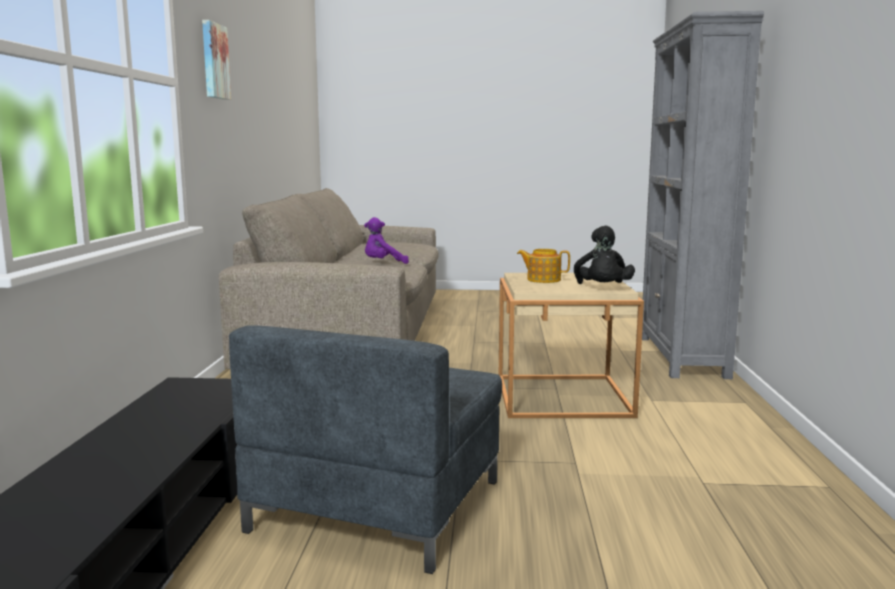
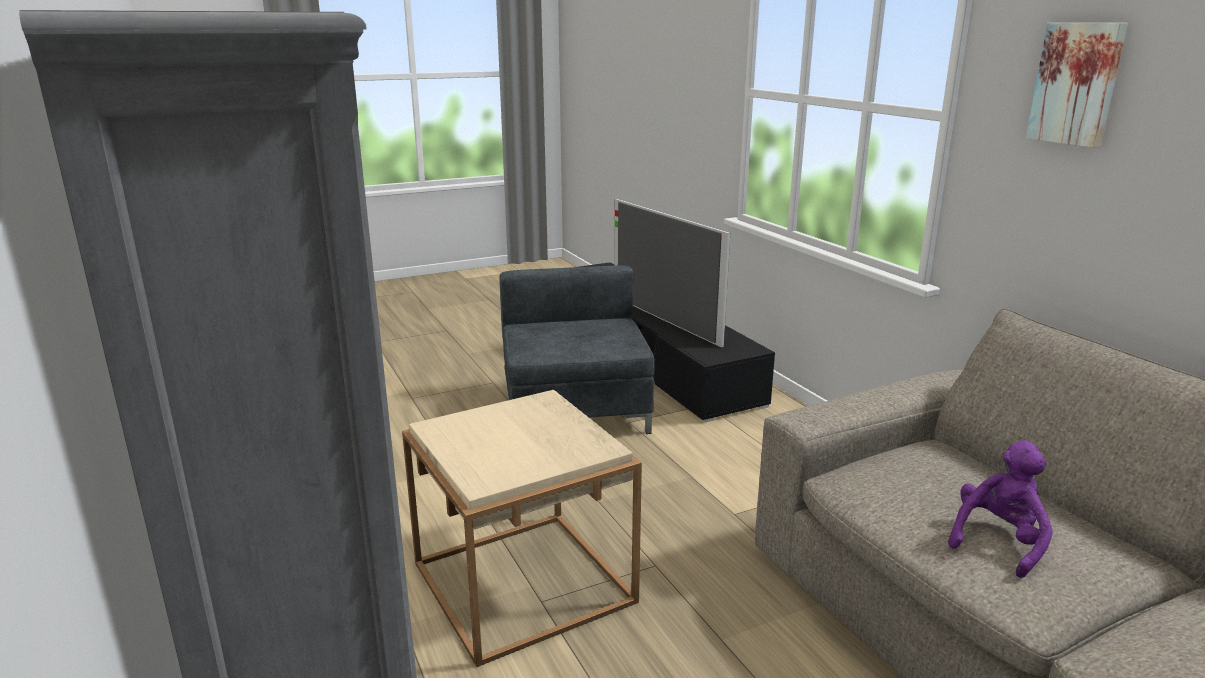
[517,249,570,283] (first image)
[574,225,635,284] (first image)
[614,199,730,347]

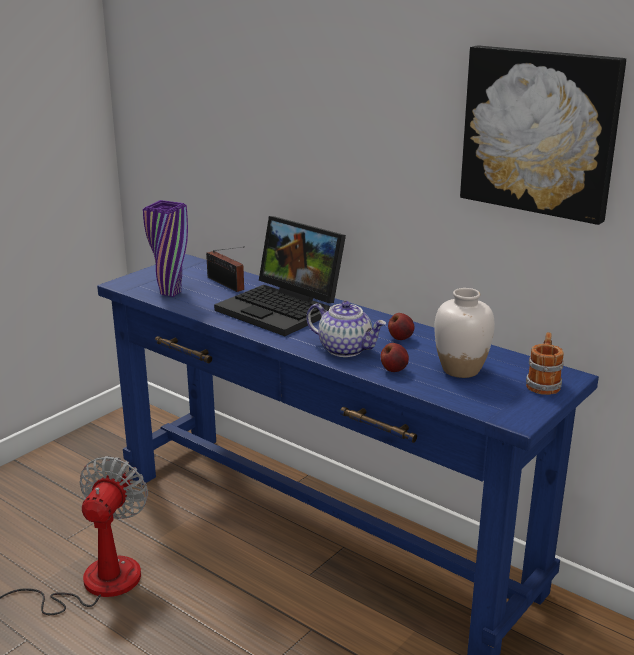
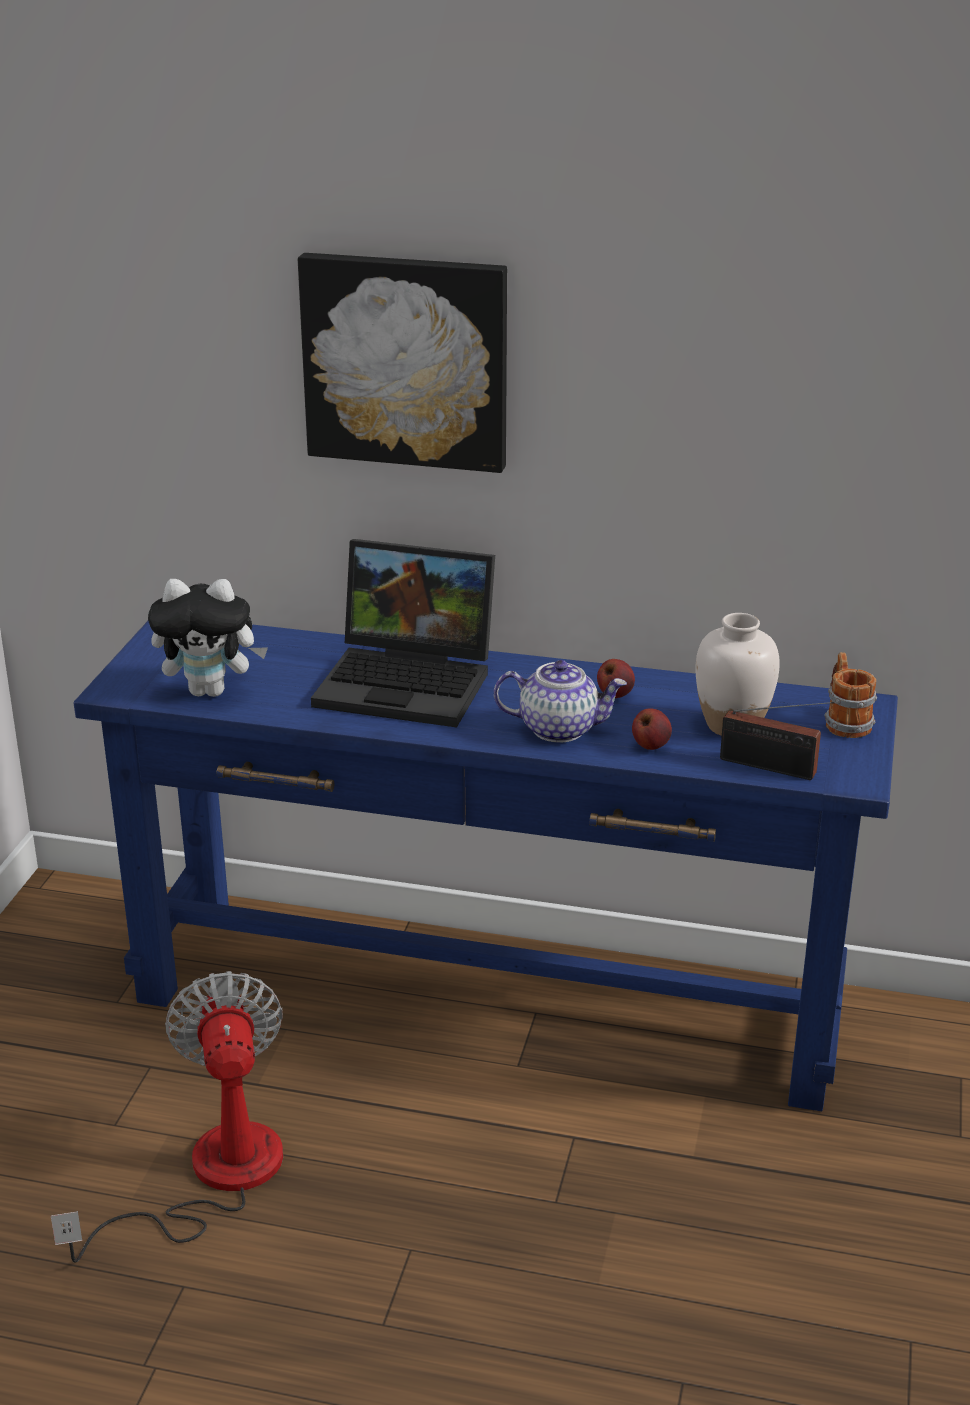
[720,702,835,780]
[298,253,507,473]
[148,579,268,697]

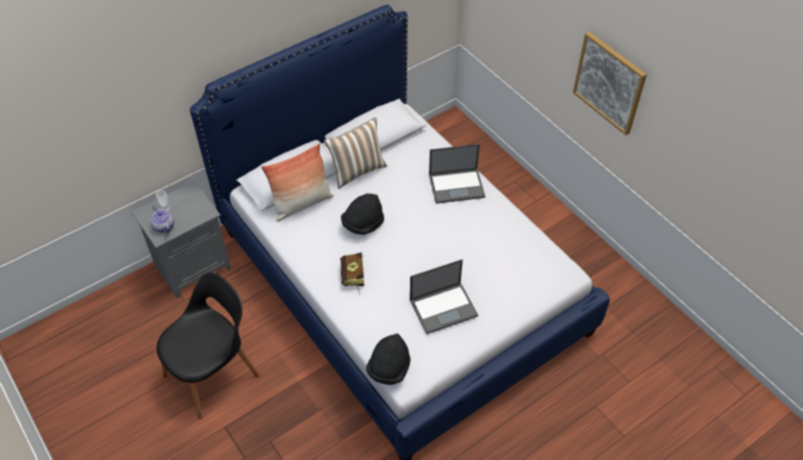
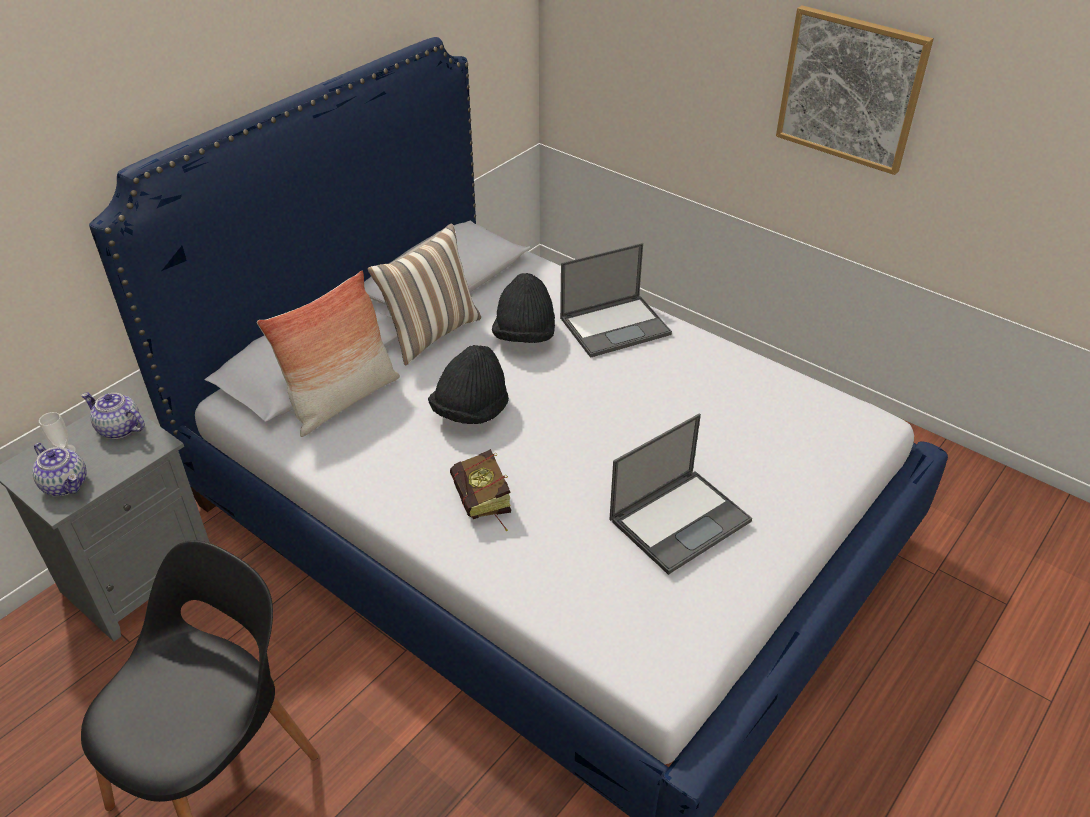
[81,393,145,439]
[492,273,555,343]

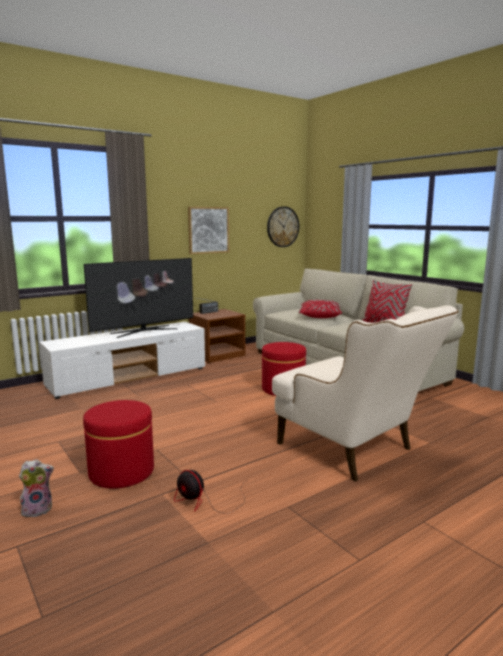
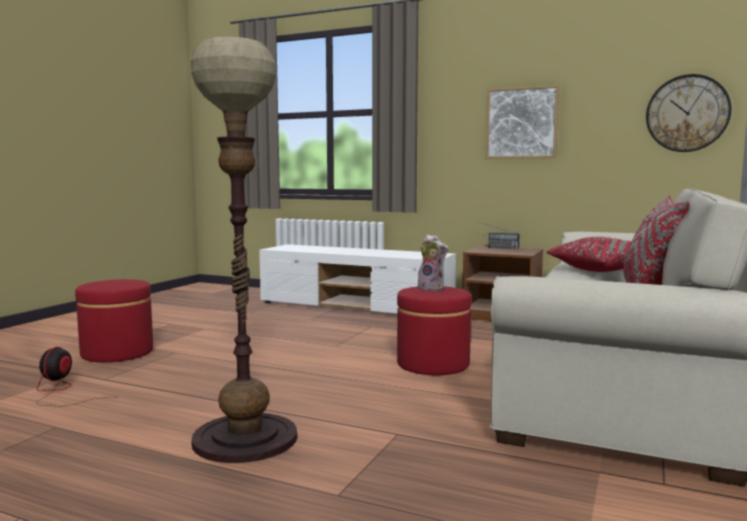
[84,258,193,338] (first image)
[417,234,449,291]
[191,37,298,463]

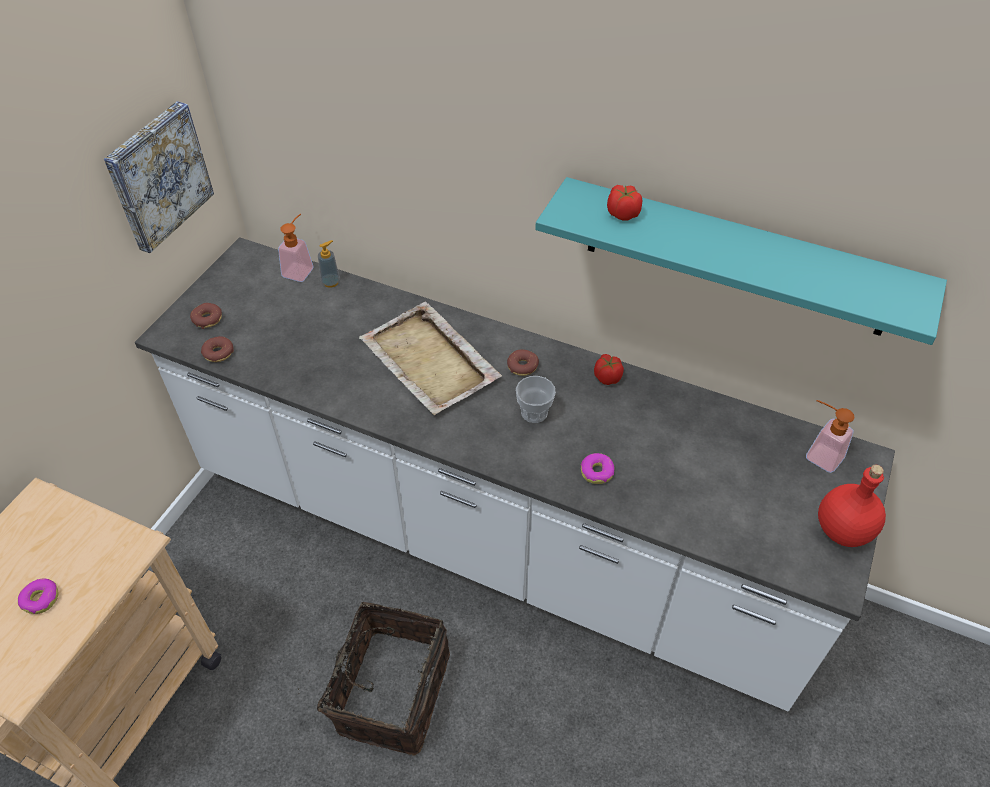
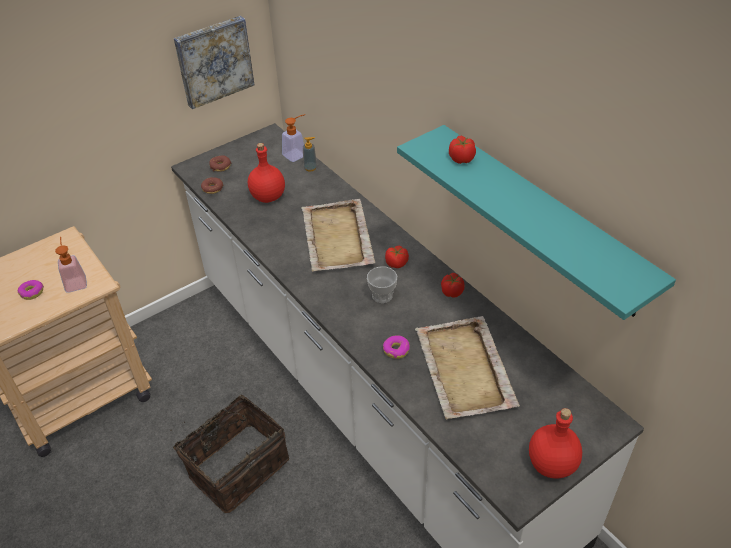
[248,143,285,203]
[415,316,520,420]
[55,237,87,293]
[385,246,409,268]

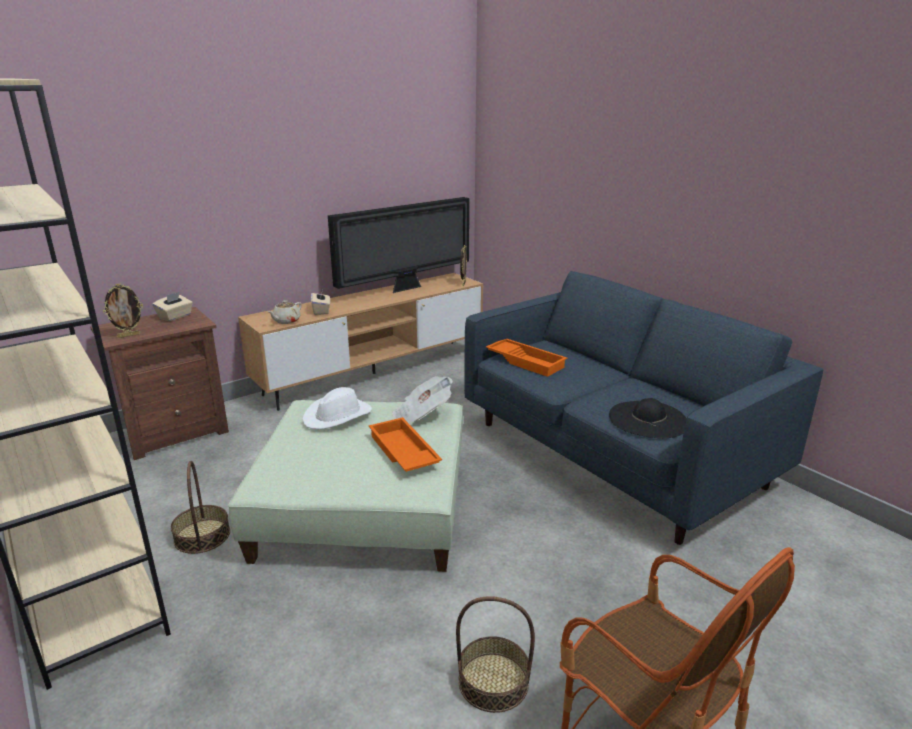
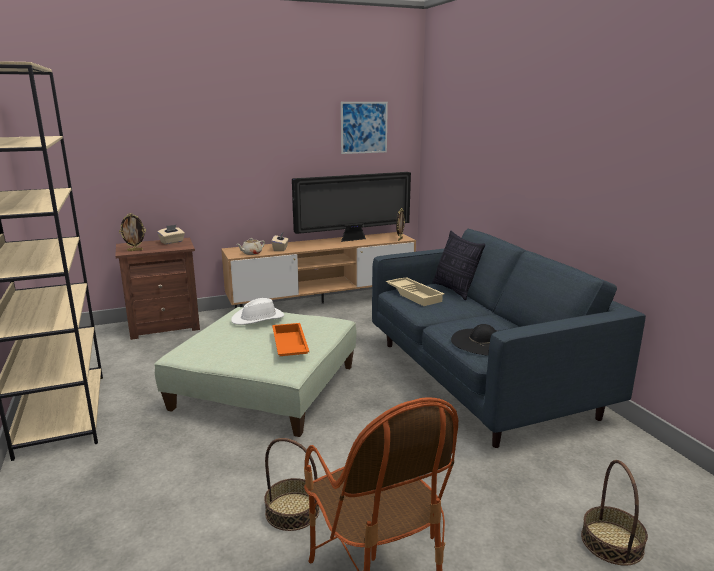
[392,376,453,424] (first image)
[341,102,388,154]
[432,231,485,300]
[581,460,648,566]
[386,277,444,306]

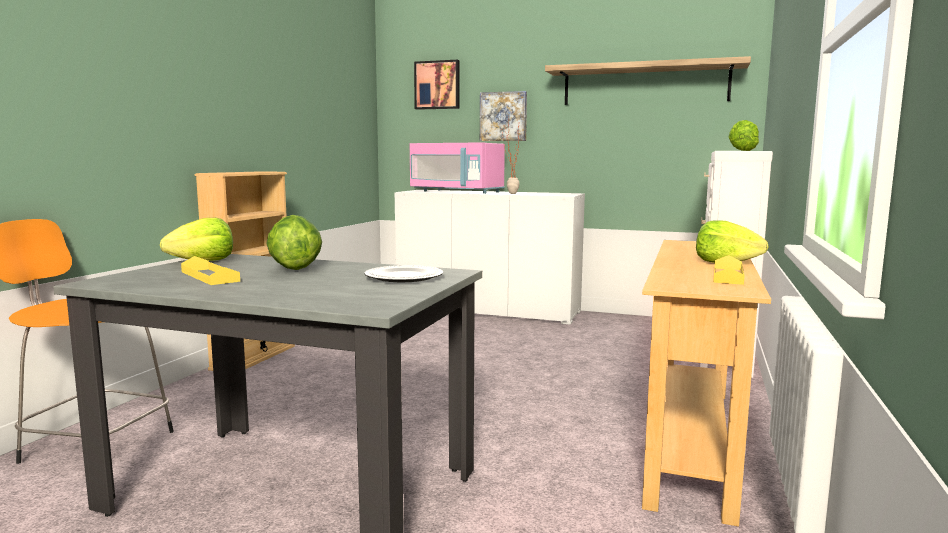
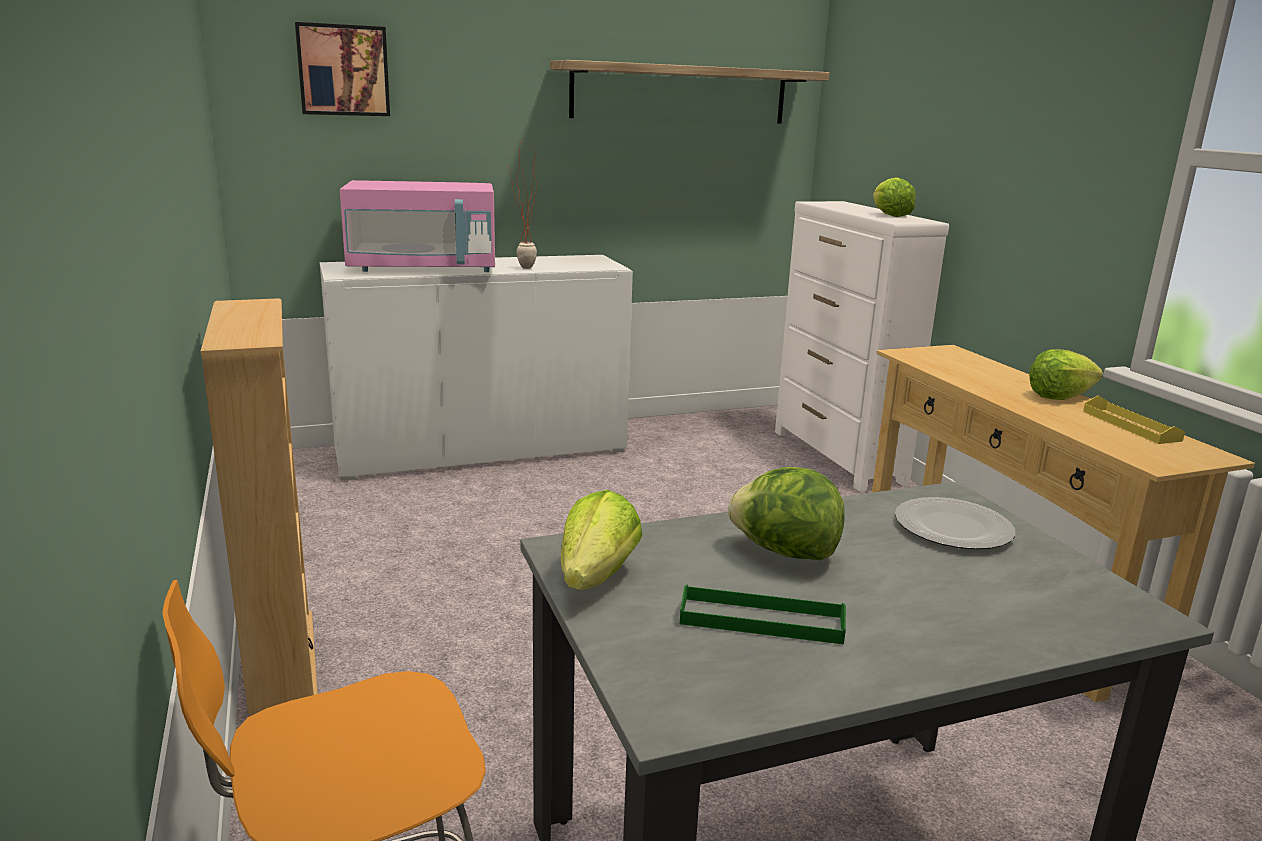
[480,91,527,141] (first image)
[680,584,846,644]

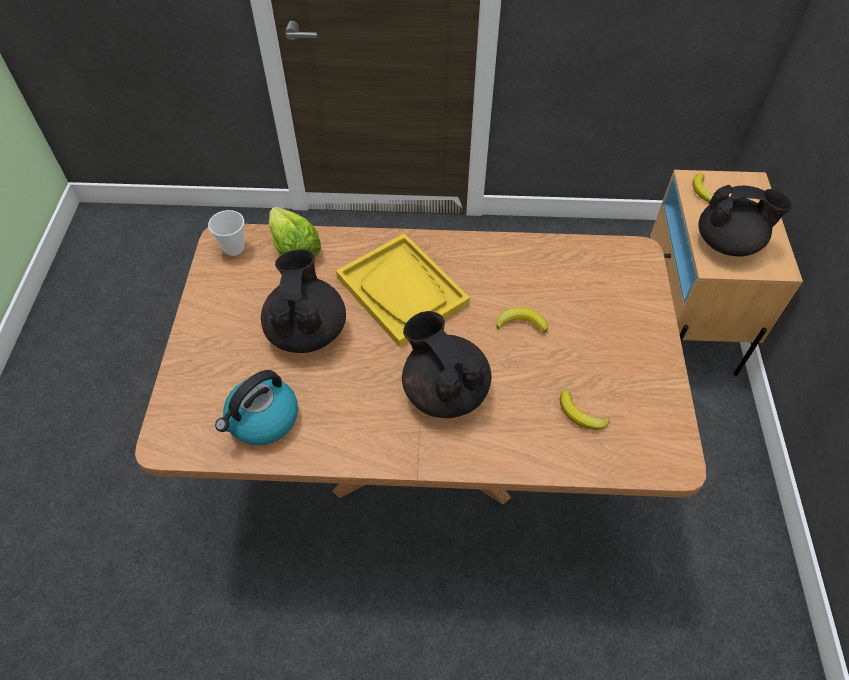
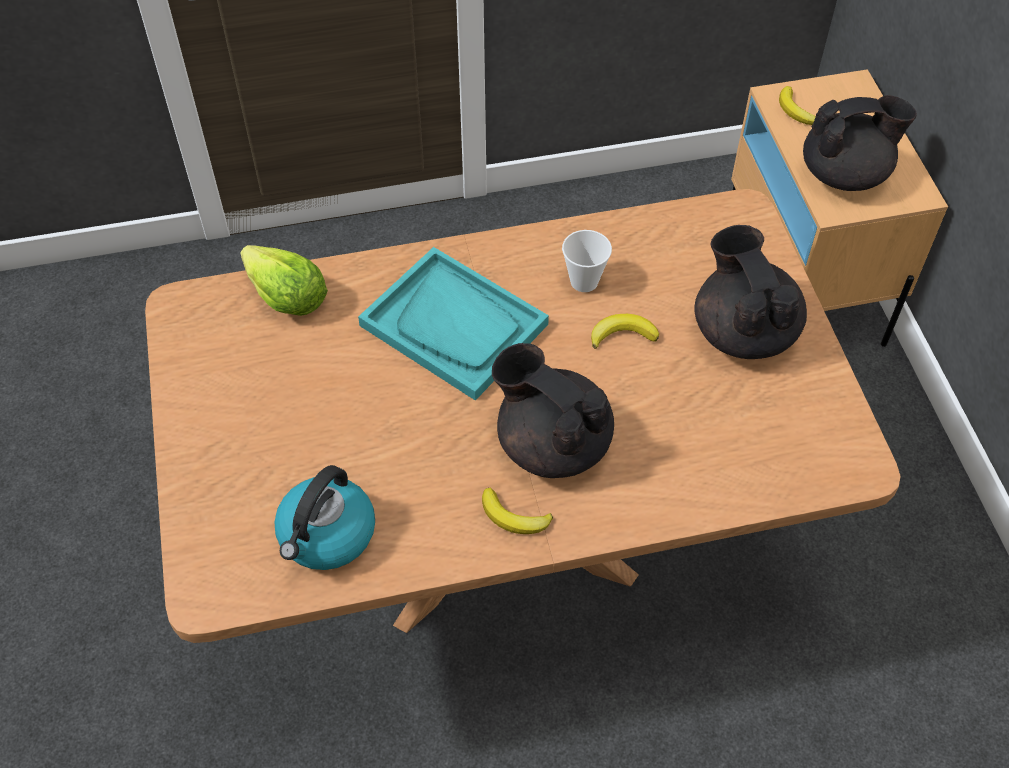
[562,230,612,292]
[694,225,807,359]
[482,488,553,534]
[358,247,549,400]

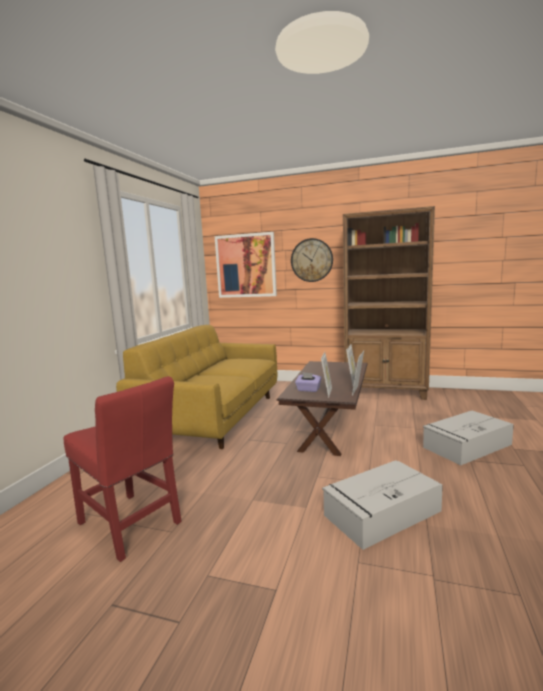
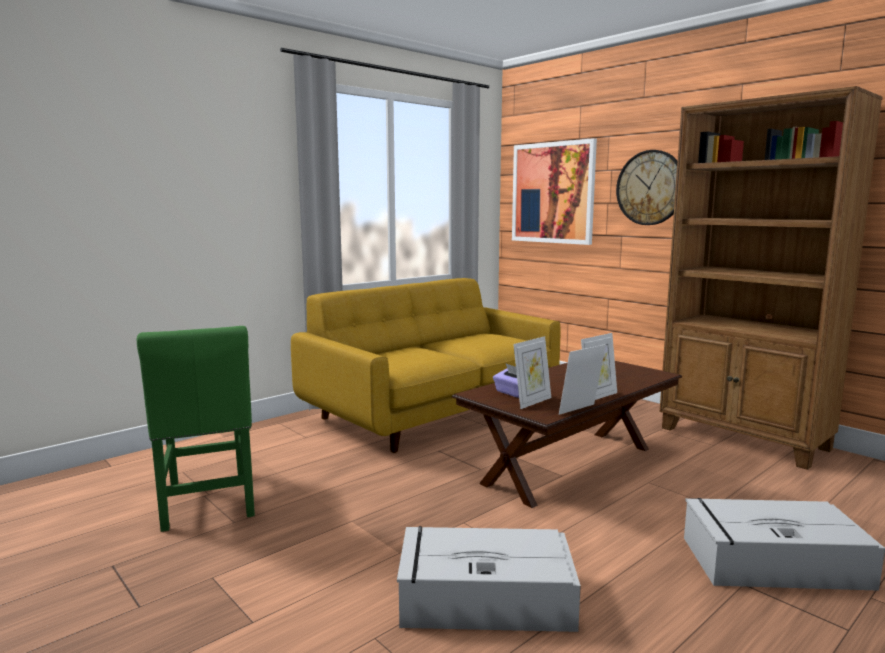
[137,326,255,532]

